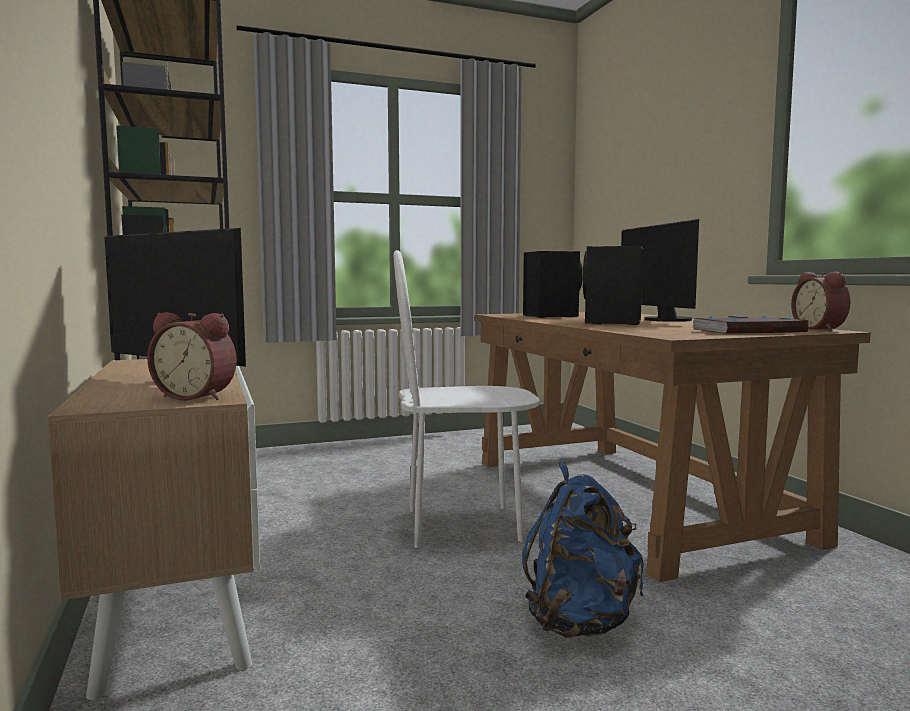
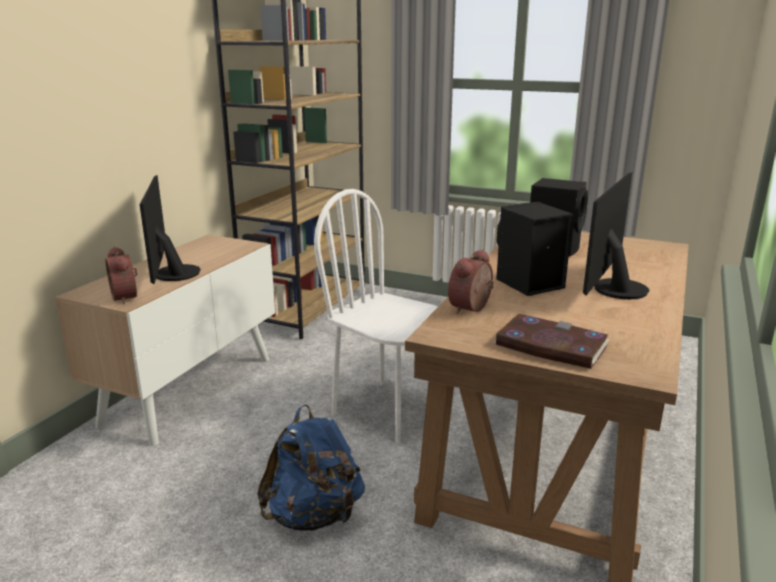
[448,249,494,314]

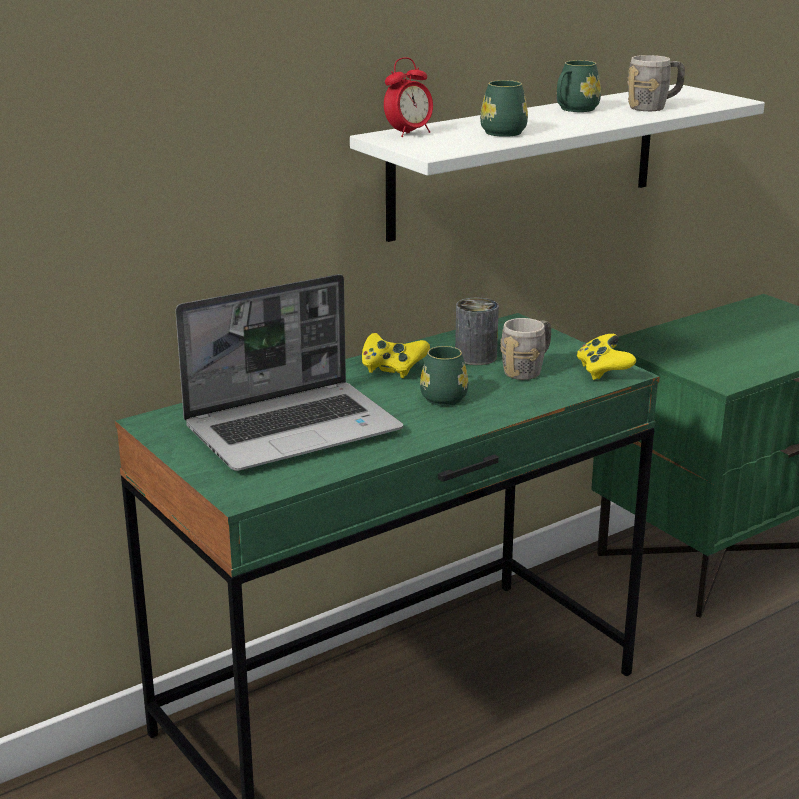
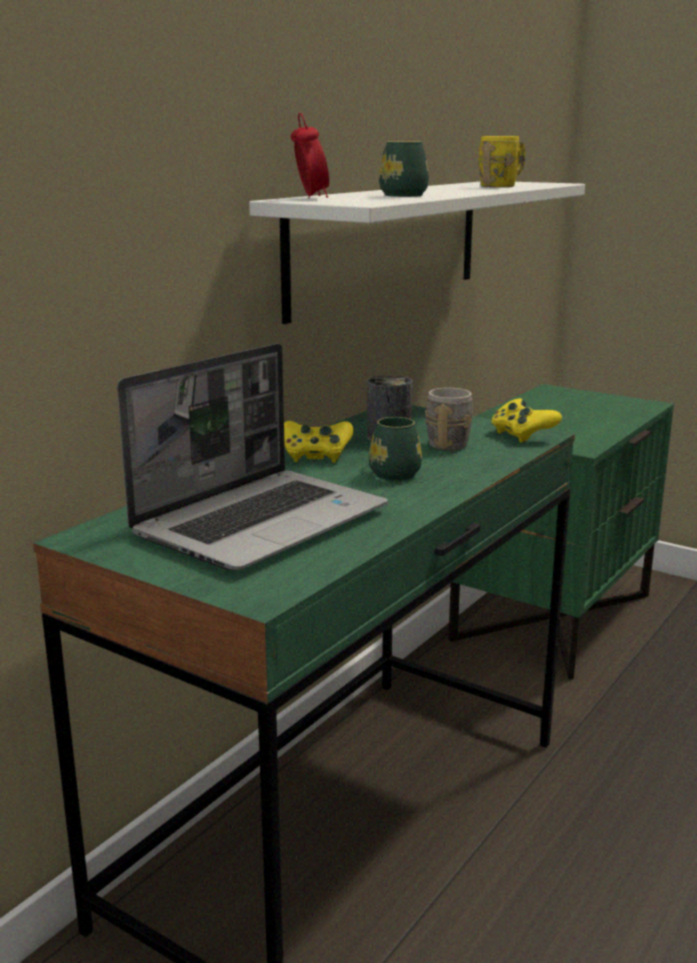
[557,60,601,112] (first image)
[478,136,525,187]
[291,113,329,198]

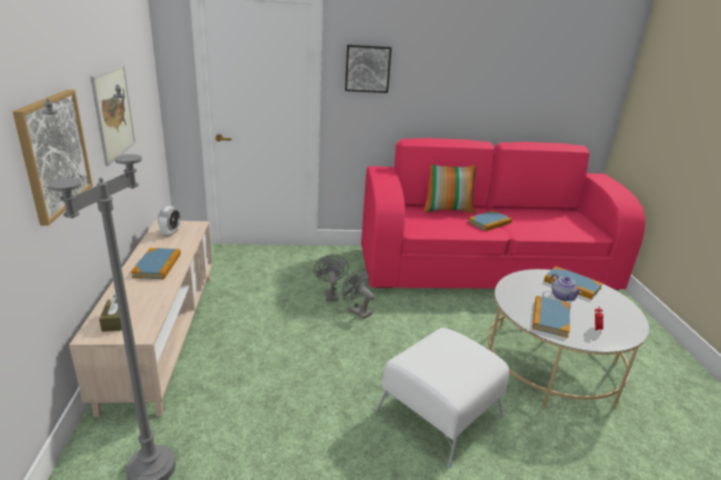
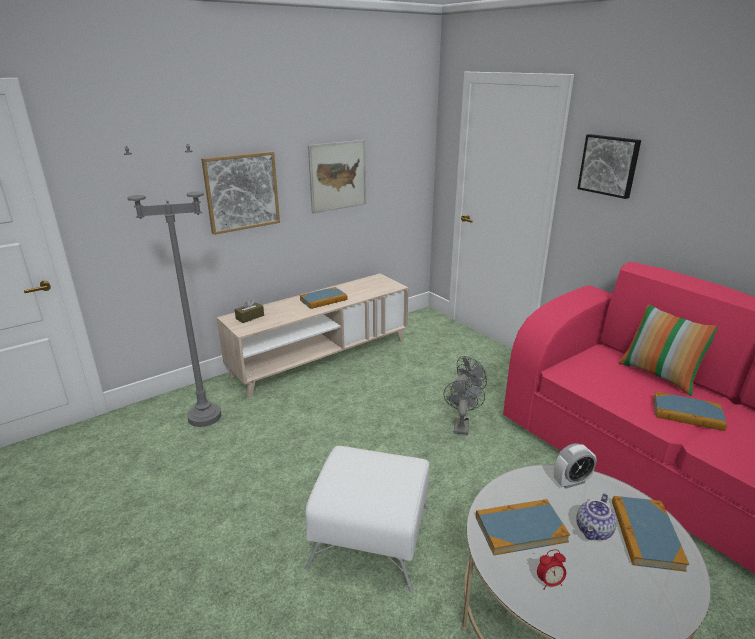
[554,443,596,489]

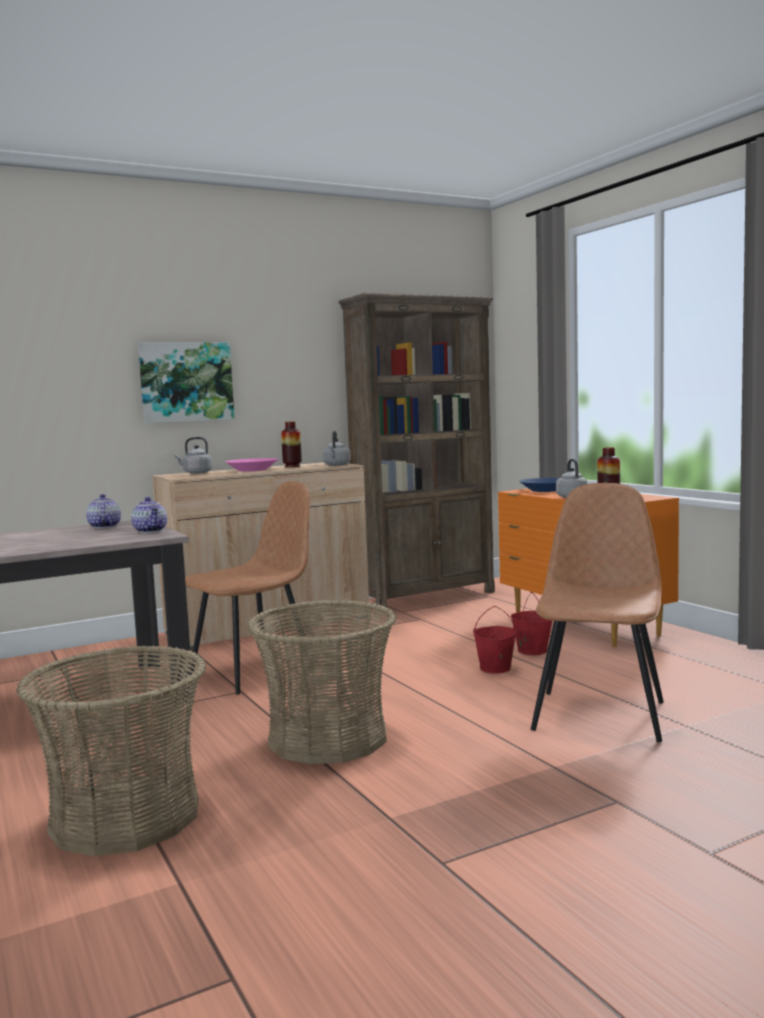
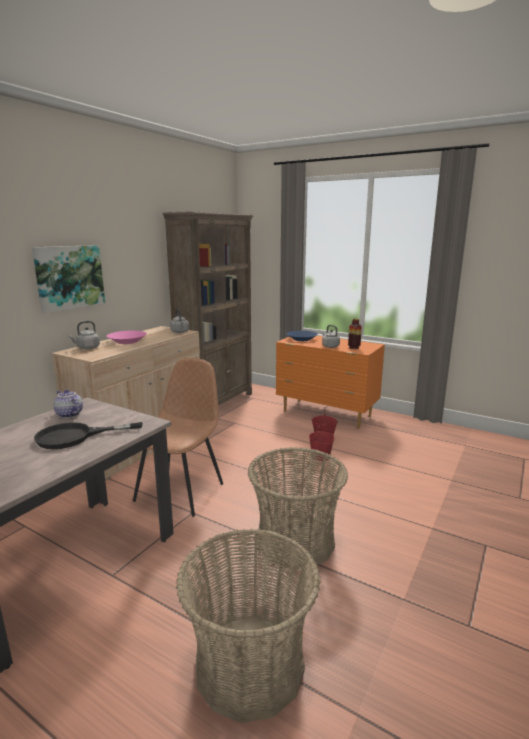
[131,497,167,533] (first image)
[281,421,302,467] (first image)
[531,483,664,742] (first image)
[34,422,143,449]

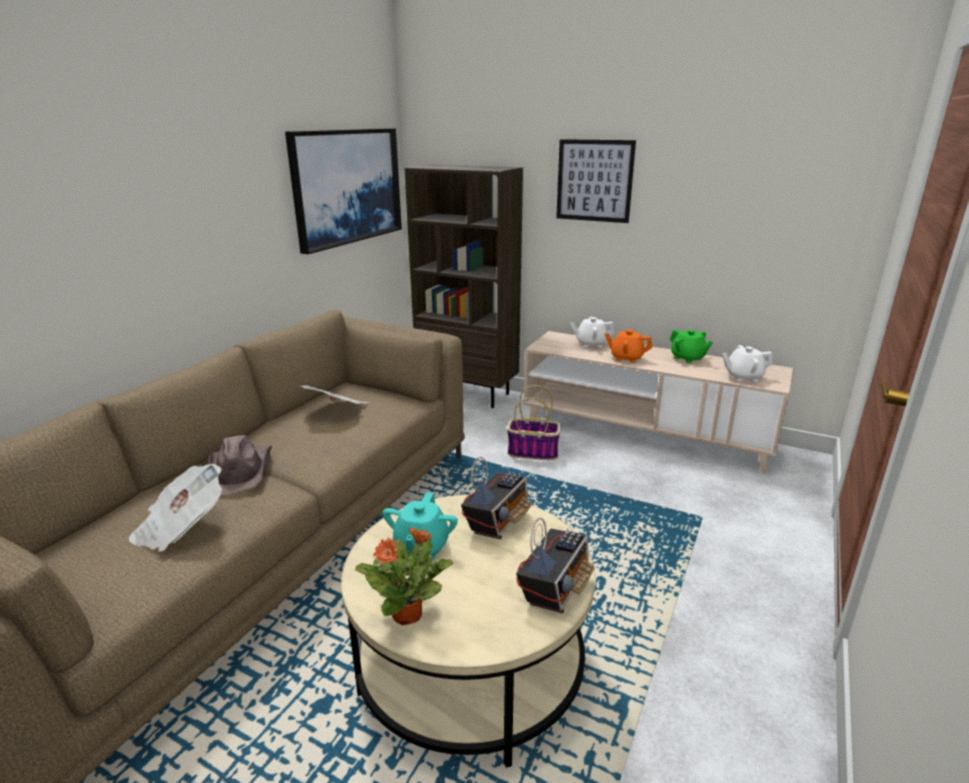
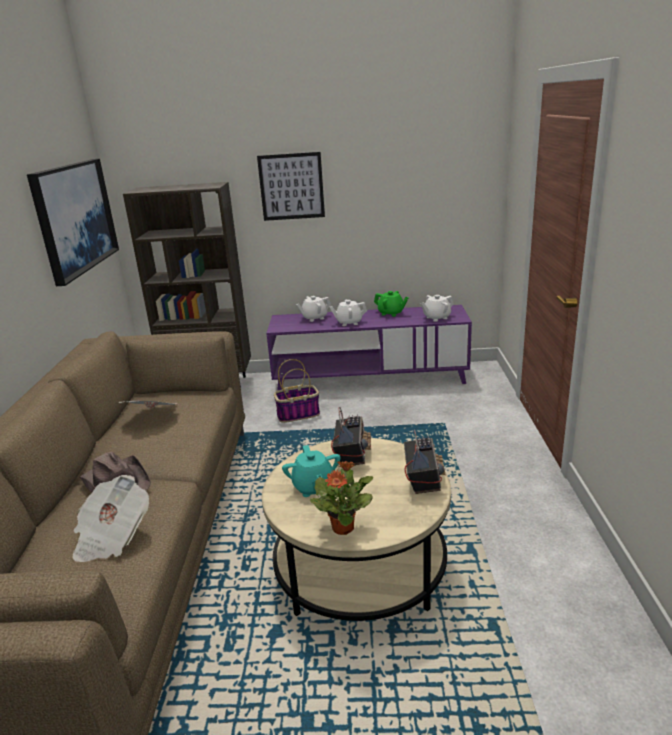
[266,305,472,391]
[330,299,367,326]

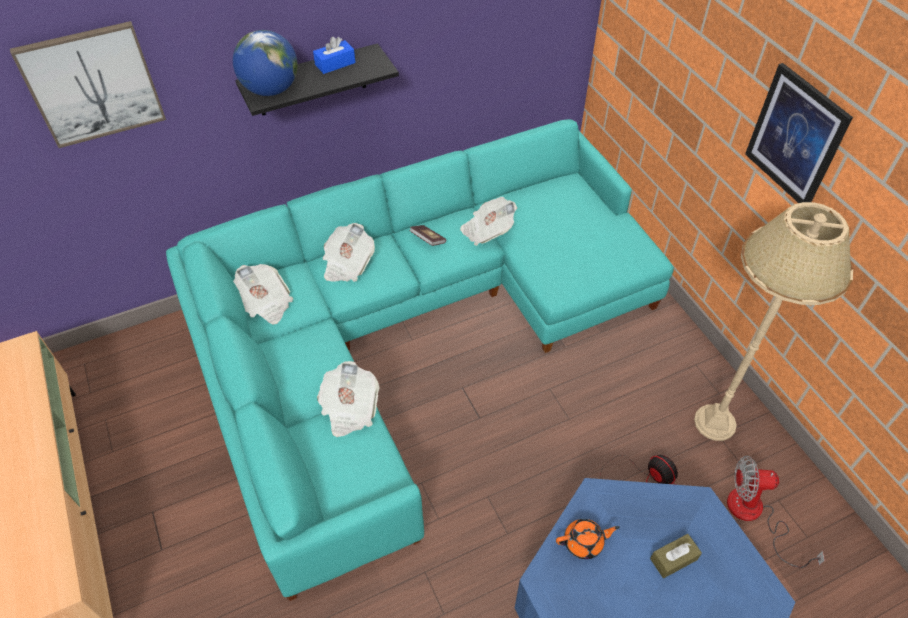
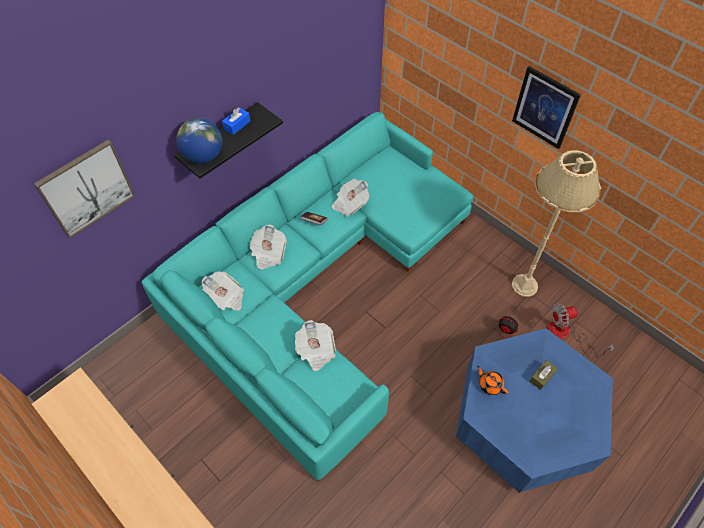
[477,366,508,395]

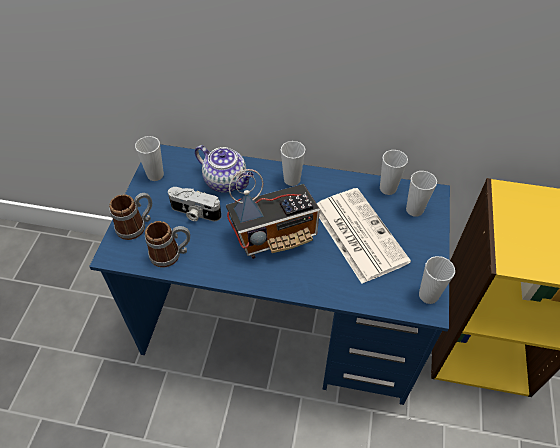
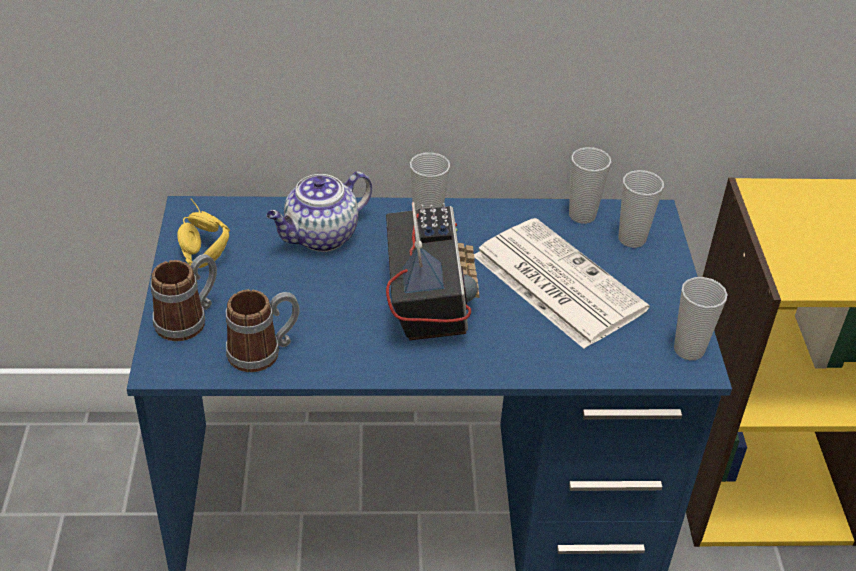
[168,187,222,221] (first image)
[177,199,230,268]
[266,171,372,252]
[386,202,480,340]

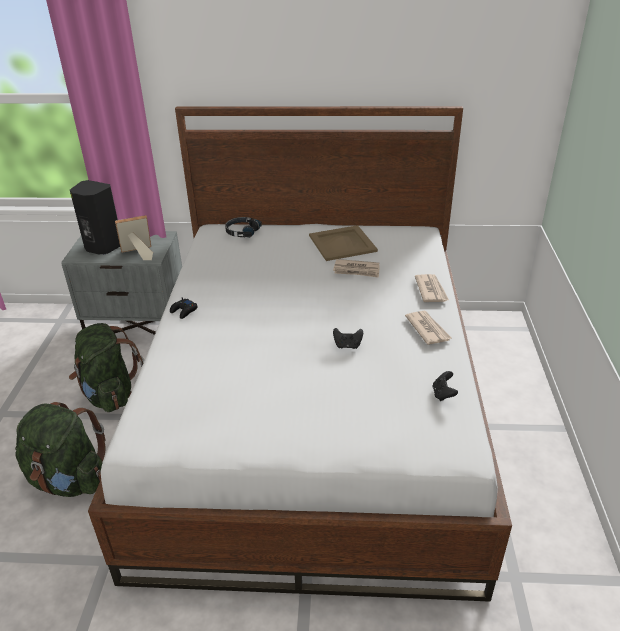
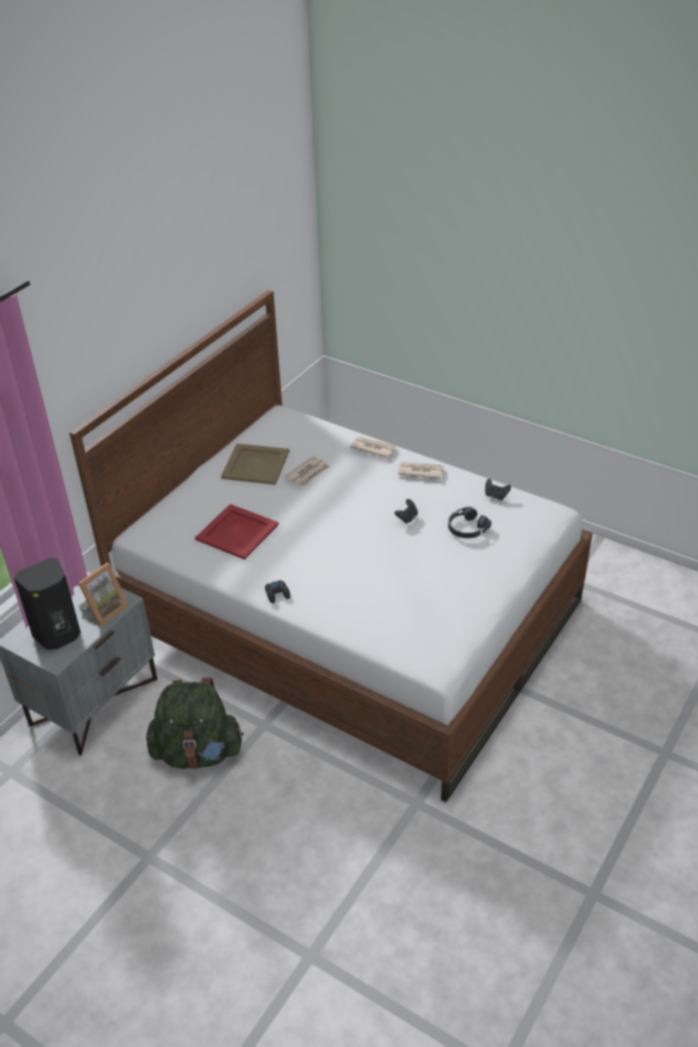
[15,402,105,497] (first image)
[195,504,279,560]
[448,507,491,538]
[78,563,129,627]

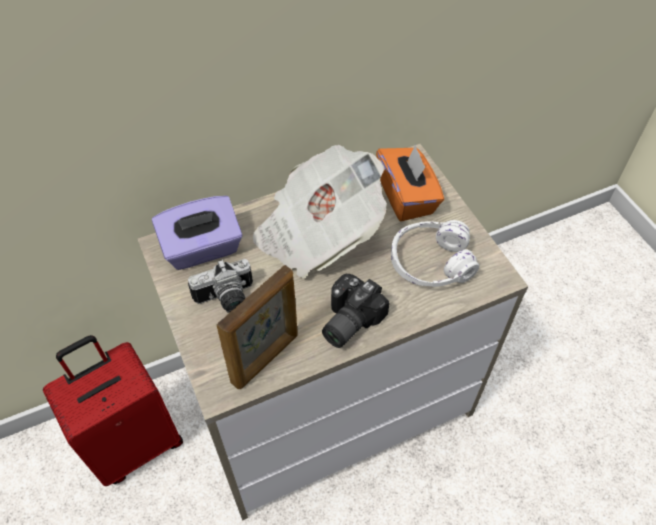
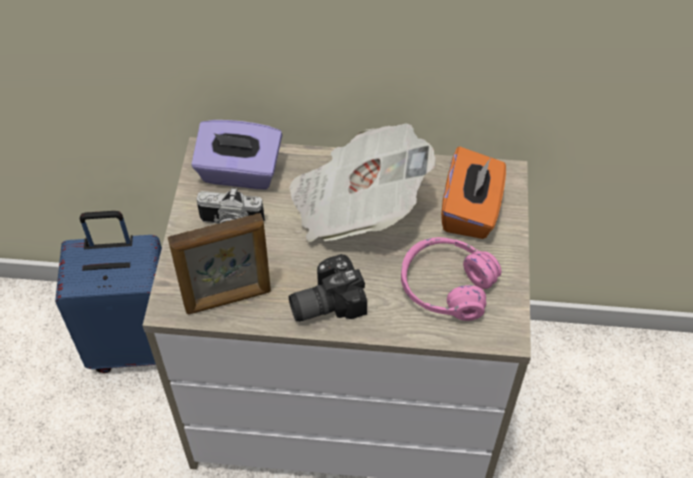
[55,211,162,373]
[401,237,501,321]

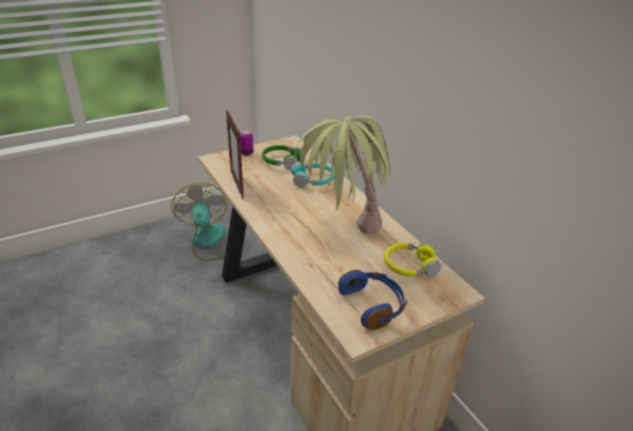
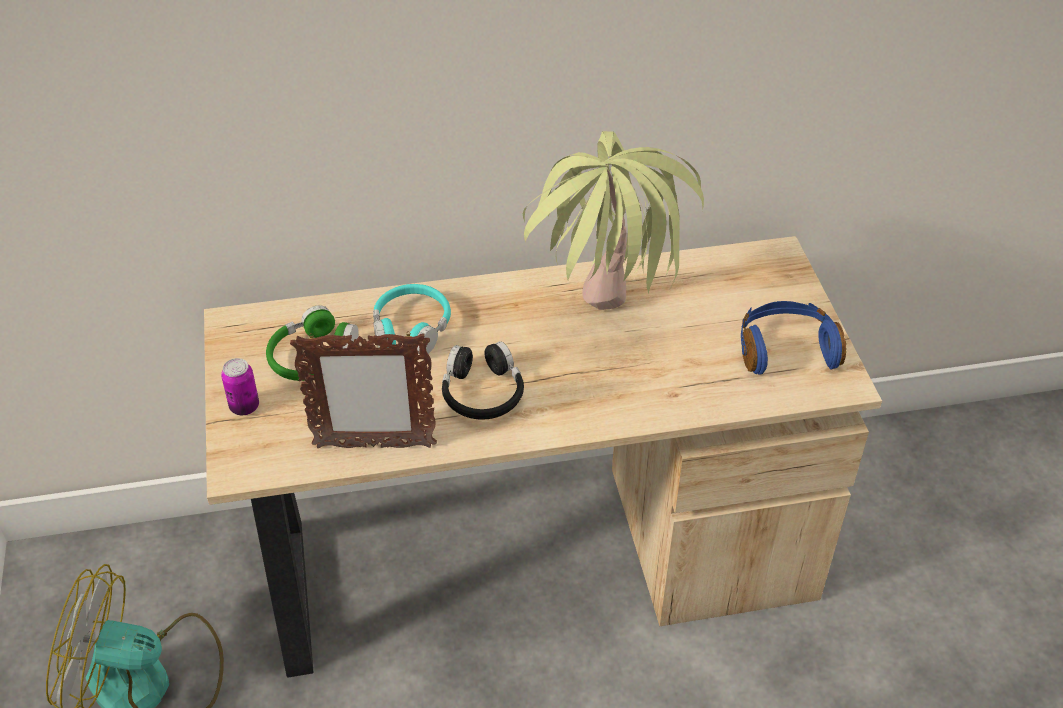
[384,242,441,277] (first image)
[442,341,524,420]

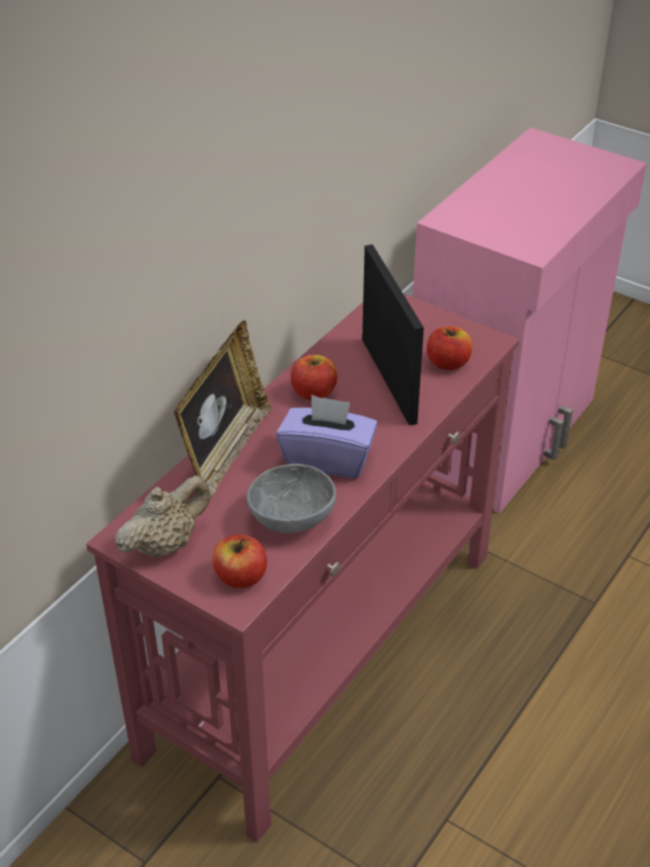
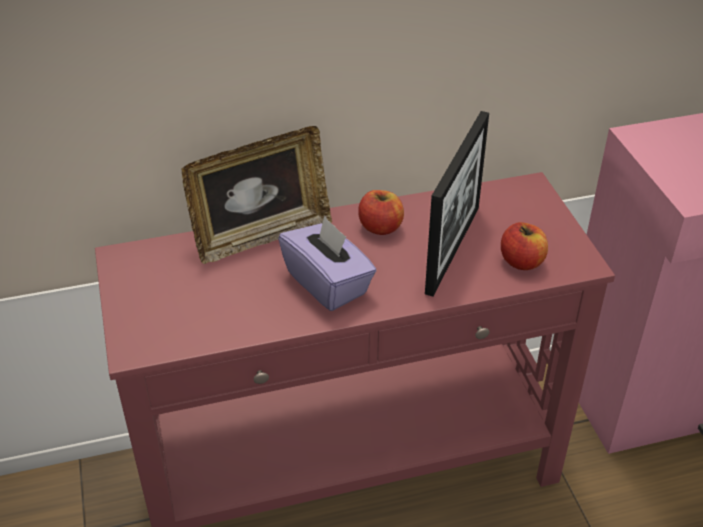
[115,476,211,558] (first image)
[212,534,267,589] (first image)
[247,464,336,533] (first image)

